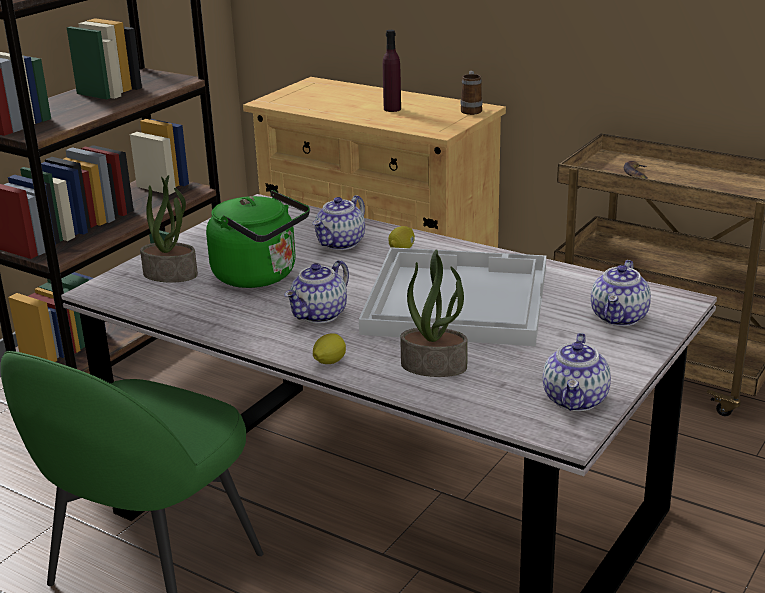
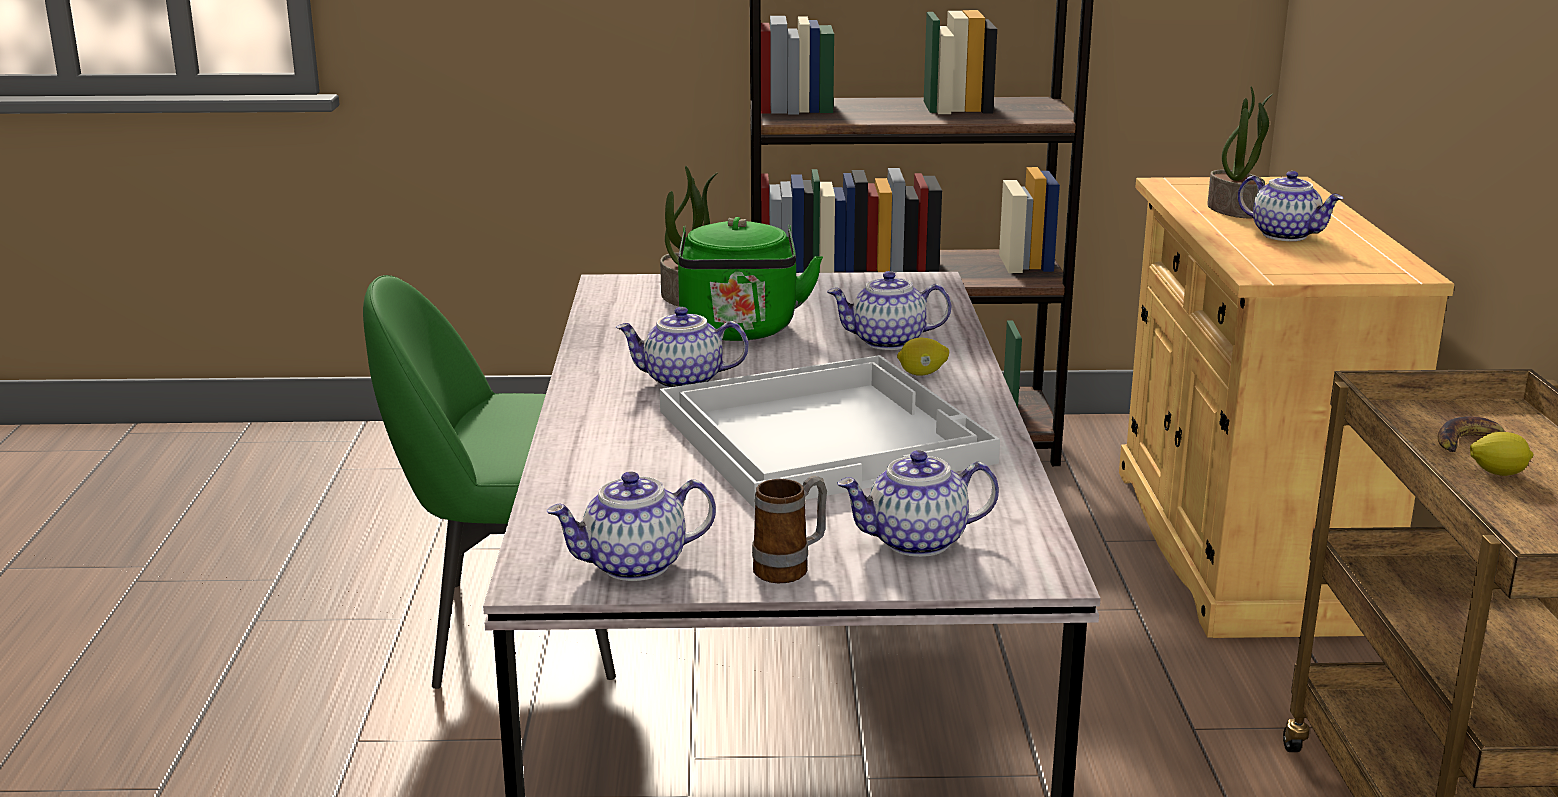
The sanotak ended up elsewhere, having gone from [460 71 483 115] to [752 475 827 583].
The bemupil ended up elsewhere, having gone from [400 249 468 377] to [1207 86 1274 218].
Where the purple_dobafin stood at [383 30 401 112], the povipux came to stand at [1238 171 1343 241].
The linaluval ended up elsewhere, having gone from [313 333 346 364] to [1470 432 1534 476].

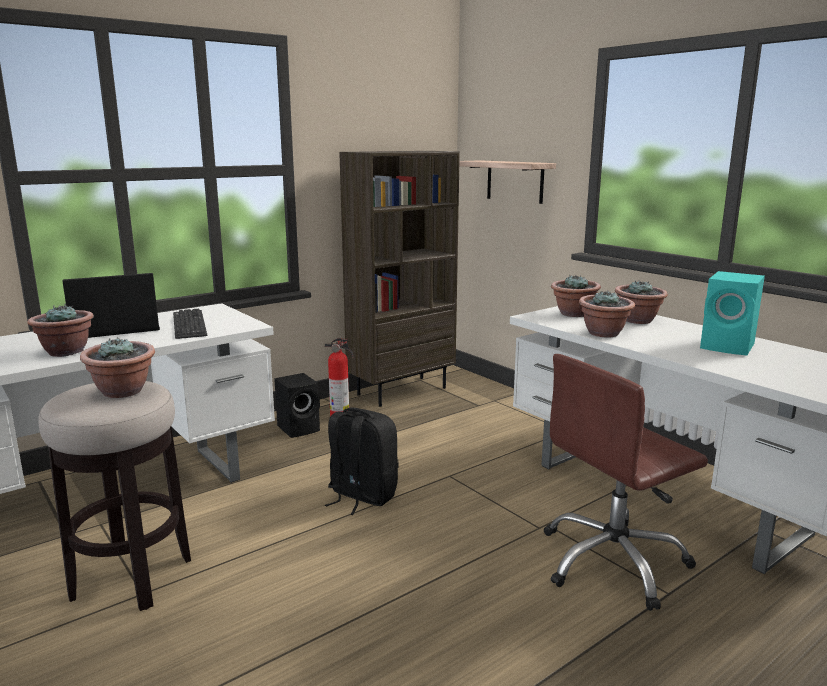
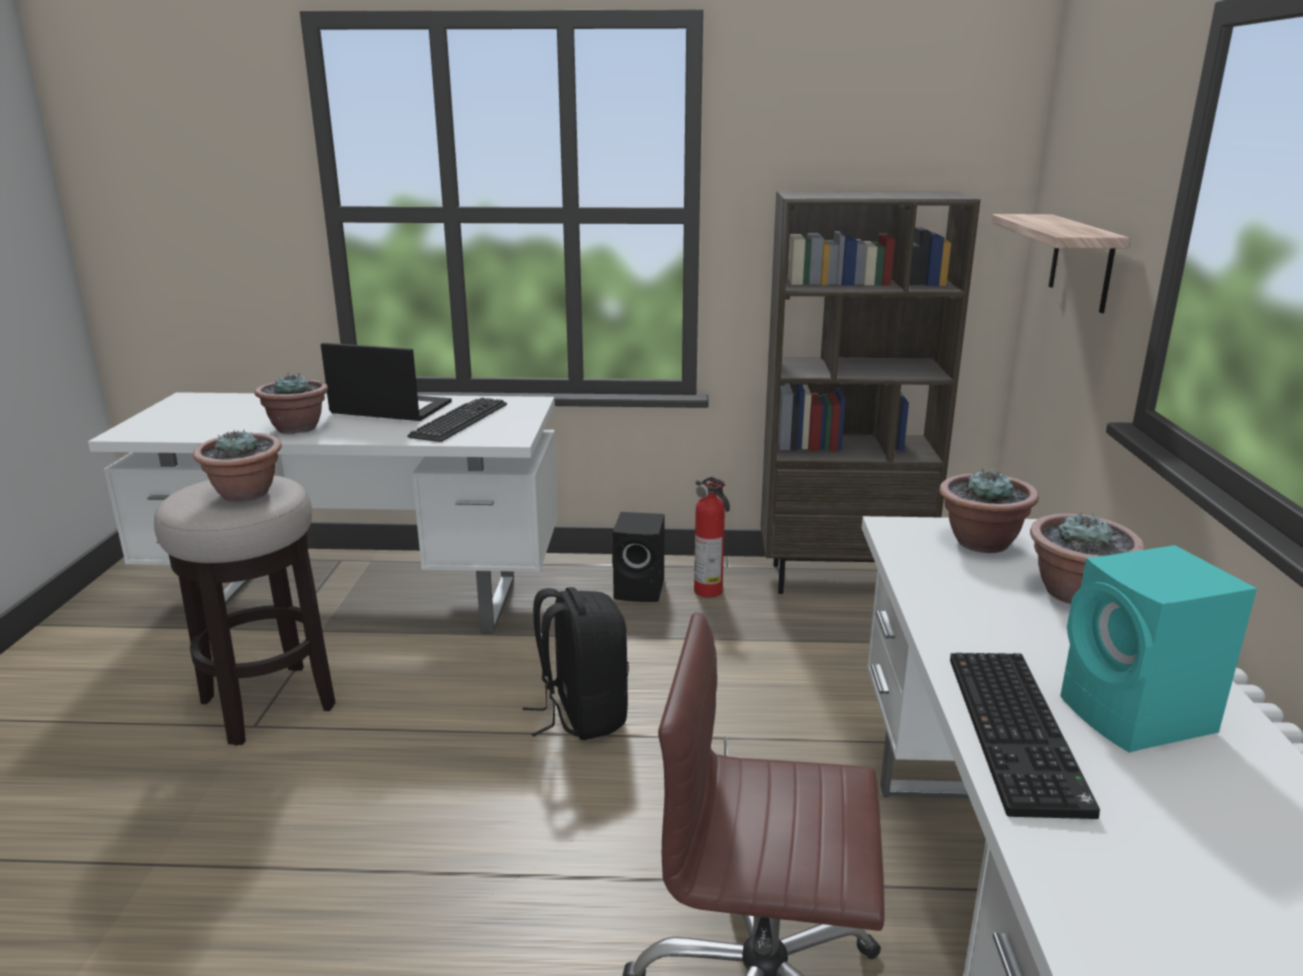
The second view gained the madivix at [950 653 1100 819].
The second view lost the bemupil at [579 290 635 337].

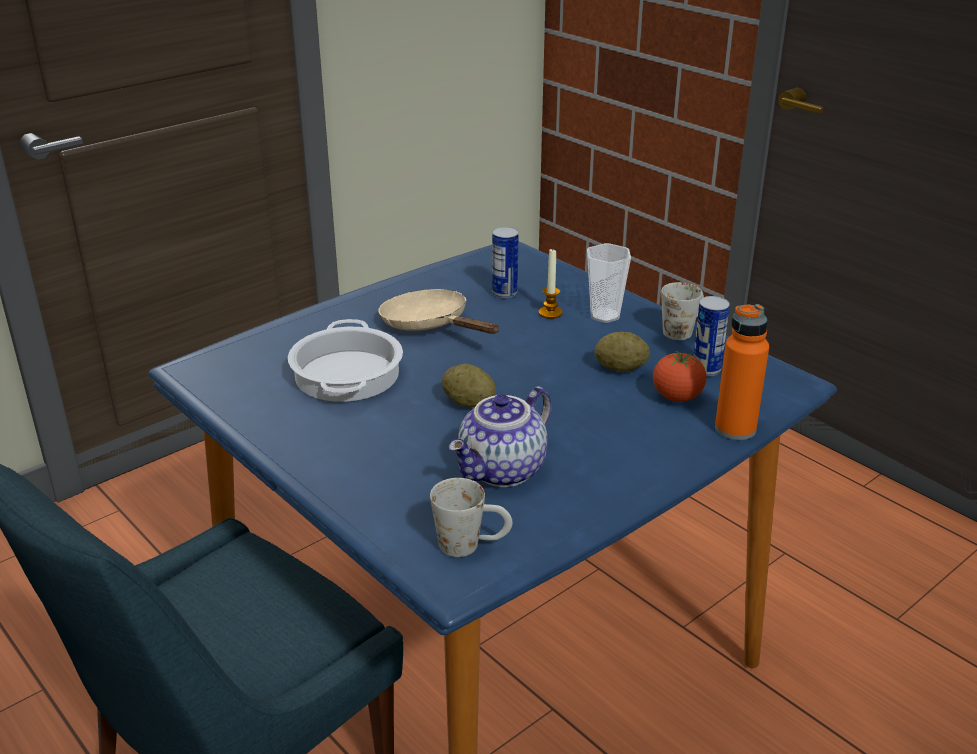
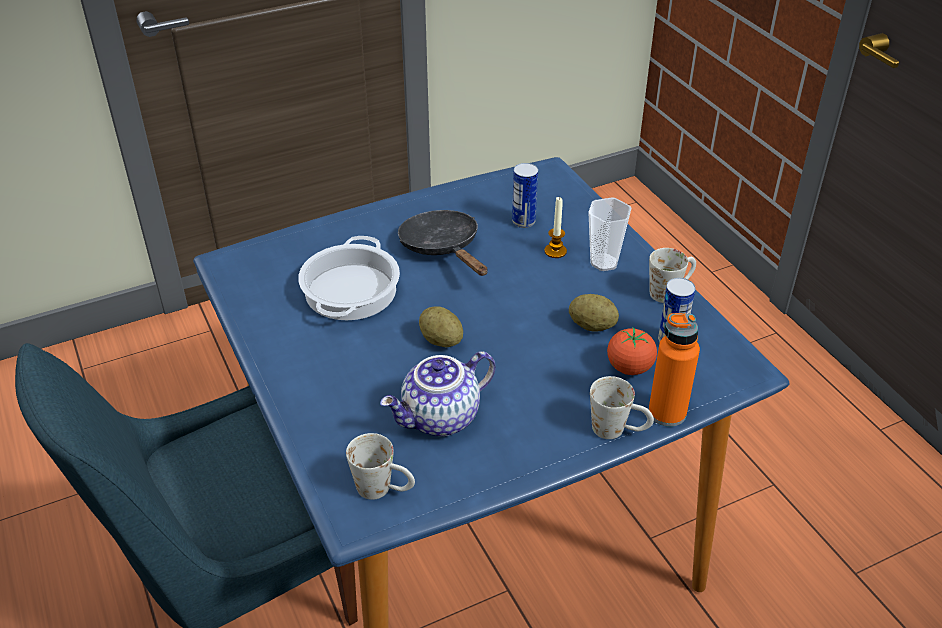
What was the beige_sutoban at [378 289 499 334] turned into the black_sutoban at [398 210 488 276].
The second view gained the white_sanotak at [590 376 654 439].

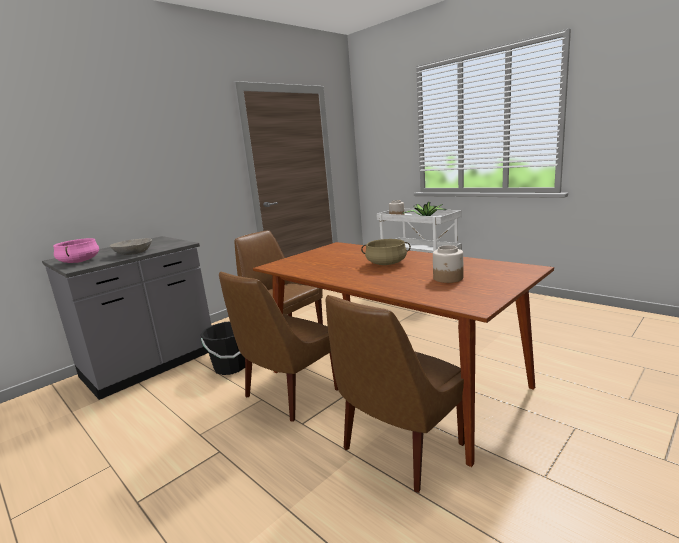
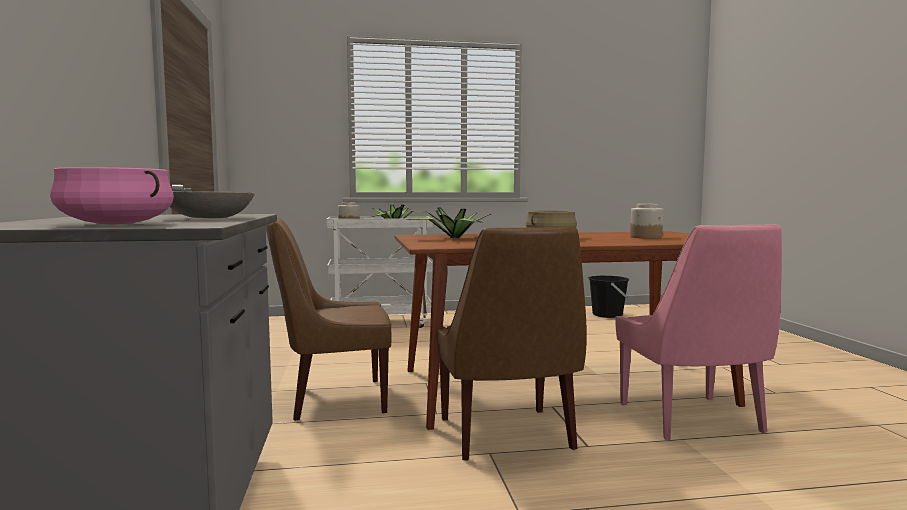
The second view gained the bemupil at [406 207 491 238].
The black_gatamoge ended up elsewhere, having gone from [200 321 245 375] to [588 276 630 318].
What was the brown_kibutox at [326 295 465 493] turned into the pink_kibutox at [615 224 782 440].

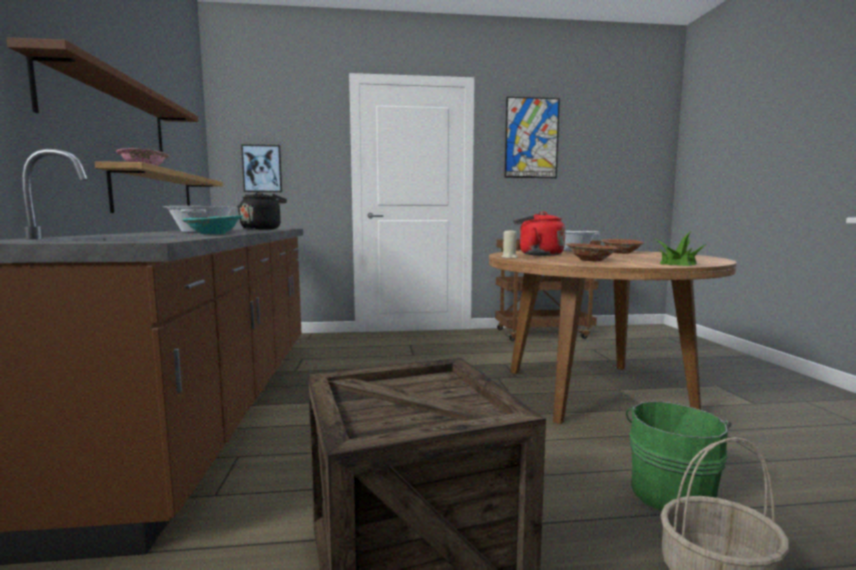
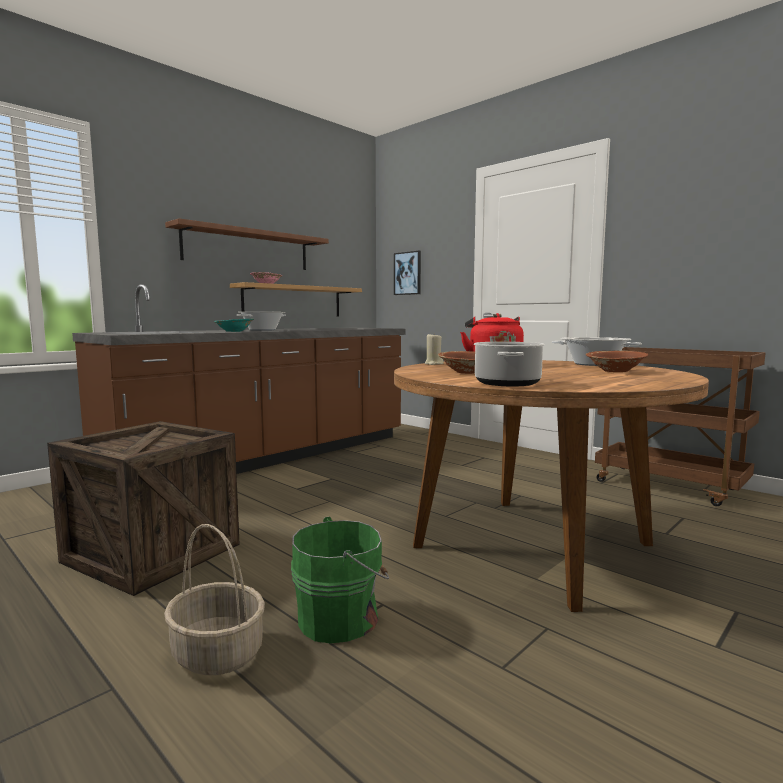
Where the bemupil stood at [653 230 707 266], the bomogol came to stand at [474 342 545 386].
The second view lost the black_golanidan at [237 192 287 230].
The second view lost the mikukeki at [505 97 560 178].

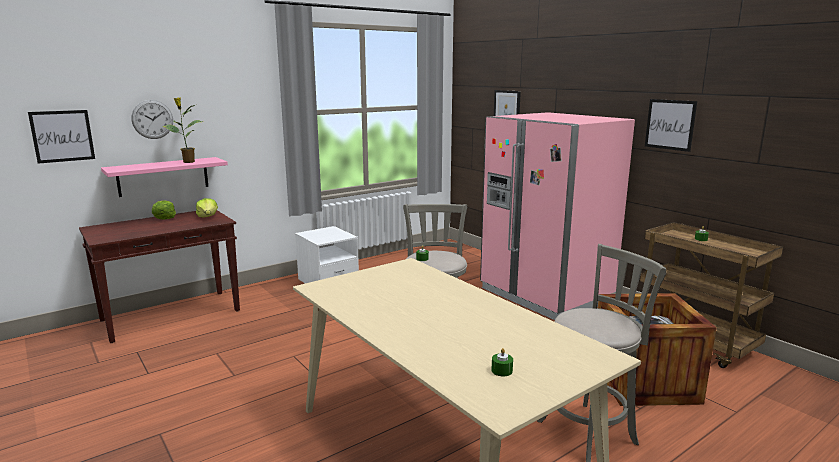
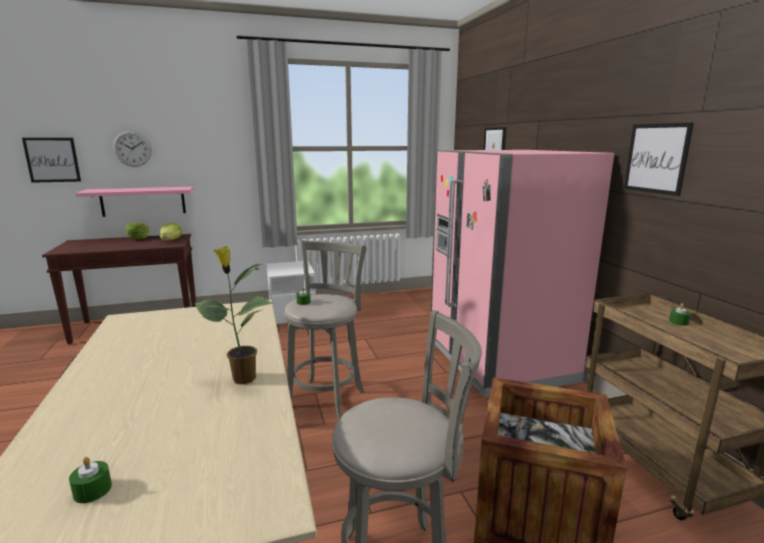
The bemupil ended up elsewhere, having gone from [162 97 203 163] to [195 246 272 384].

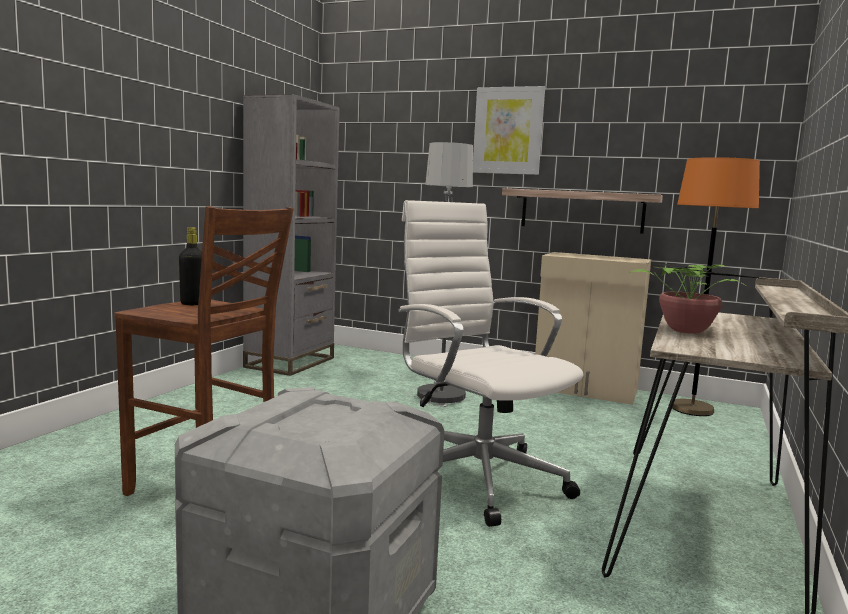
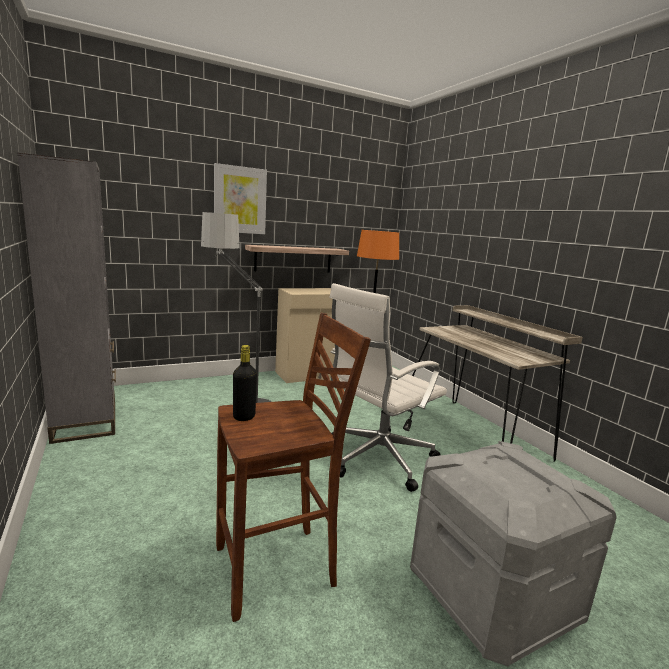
The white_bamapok at [398 200 583 527] ended up facing another way, 45 degrees counterclockwise from before.
The second view lost the bemupil at [629 263 765 334].

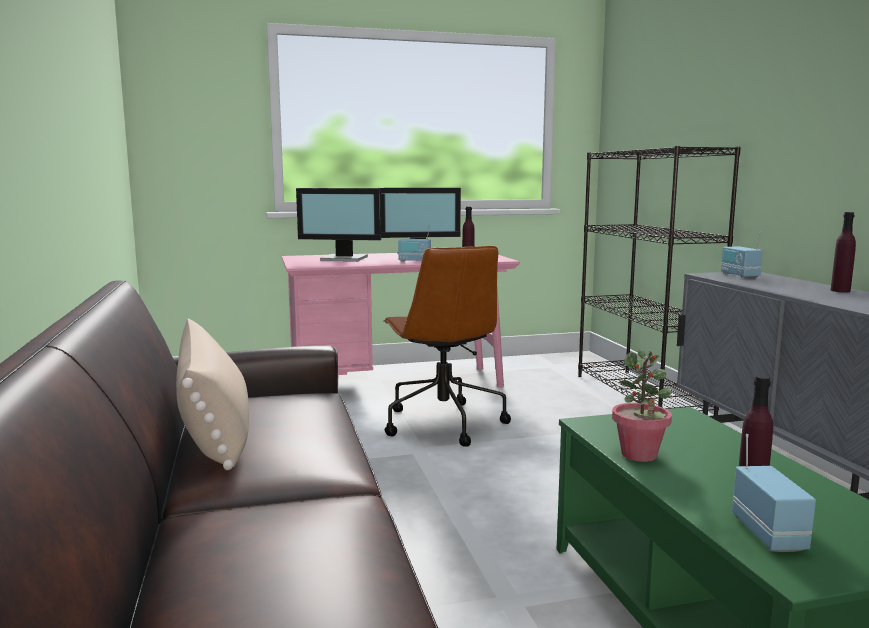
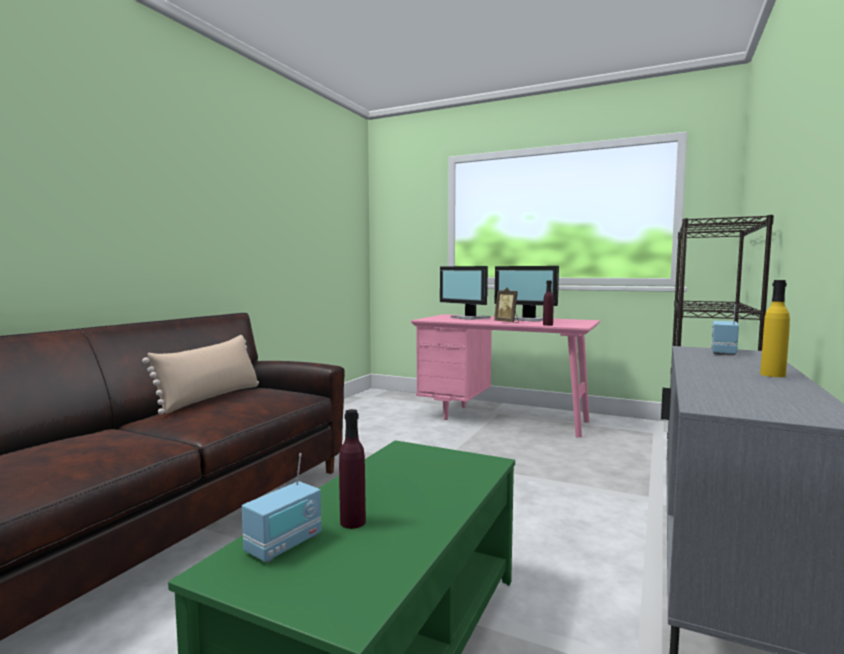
Where the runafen stood at [398 225 431 262], the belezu came to stand at [494 287 519 323].
What was the purple_dobafin at [830 212 856 292] turned into the yellow_dobafin at [760 280 790 377].
The second view lost the brown_bamapok at [383 246 511 447].
The second view lost the bemupil at [612 350 672 462].

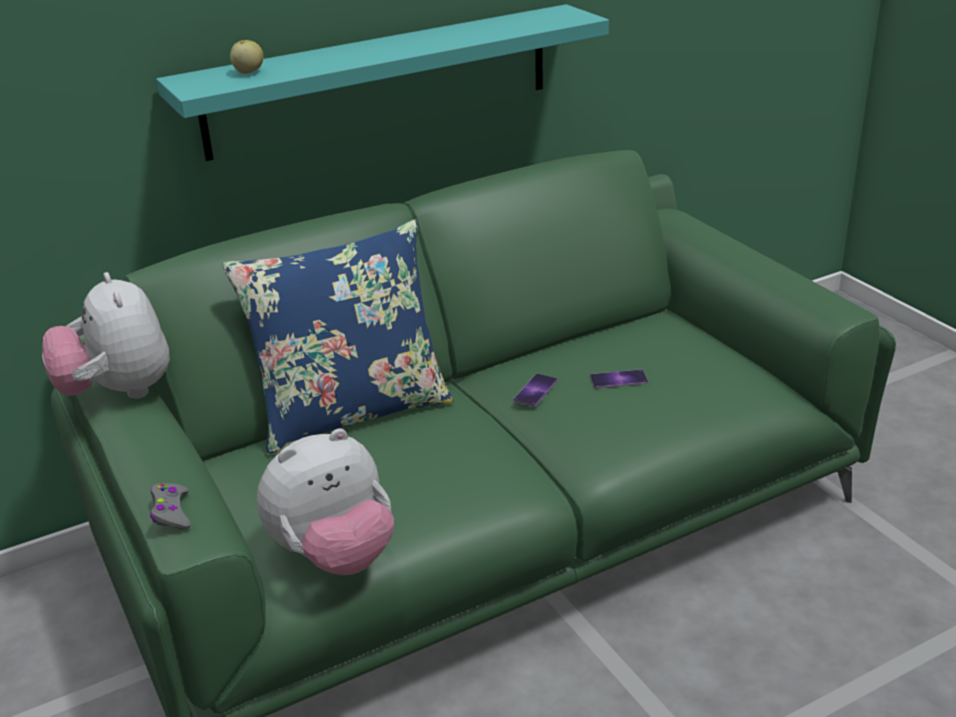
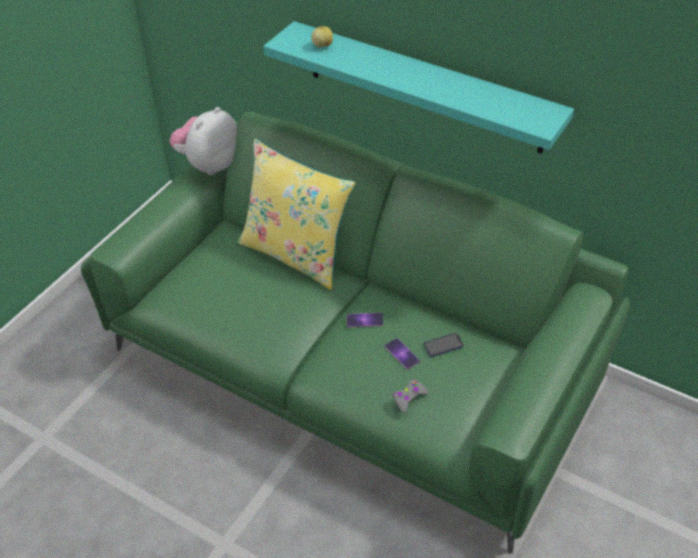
What was the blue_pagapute at [222 220 453 455] turned into the yellow_pagapute at [238 138 356 290].
The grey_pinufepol ended up elsewhere, having gone from [150 483 191 530] to [393 379 428 413].
The second view gained the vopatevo at [424 333 464 357].
The second view lost the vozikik at [257 429 394 575].

